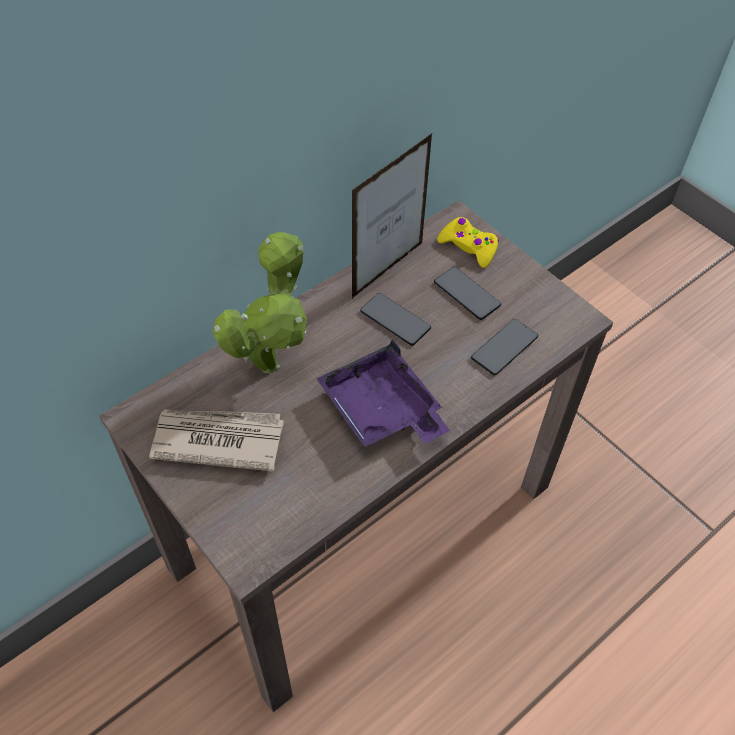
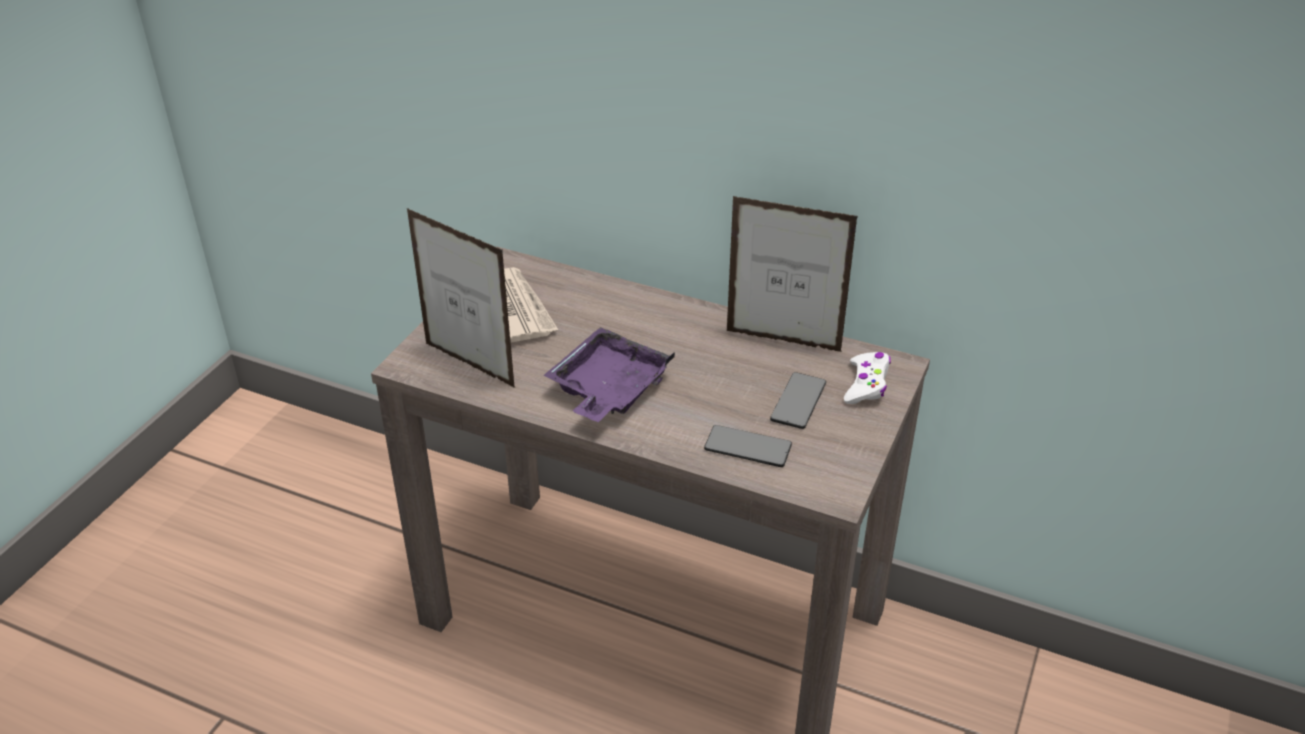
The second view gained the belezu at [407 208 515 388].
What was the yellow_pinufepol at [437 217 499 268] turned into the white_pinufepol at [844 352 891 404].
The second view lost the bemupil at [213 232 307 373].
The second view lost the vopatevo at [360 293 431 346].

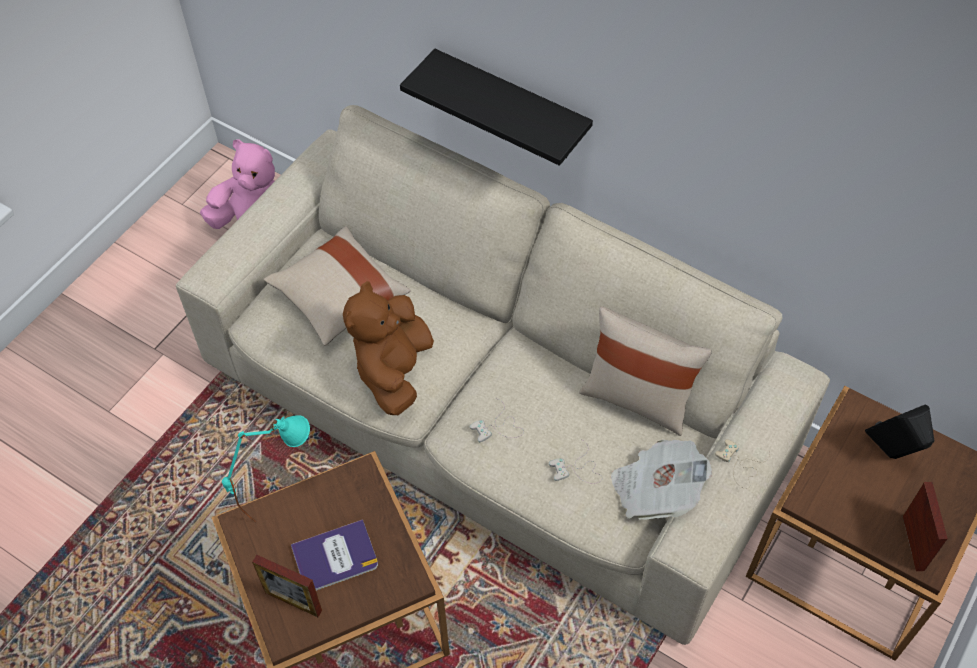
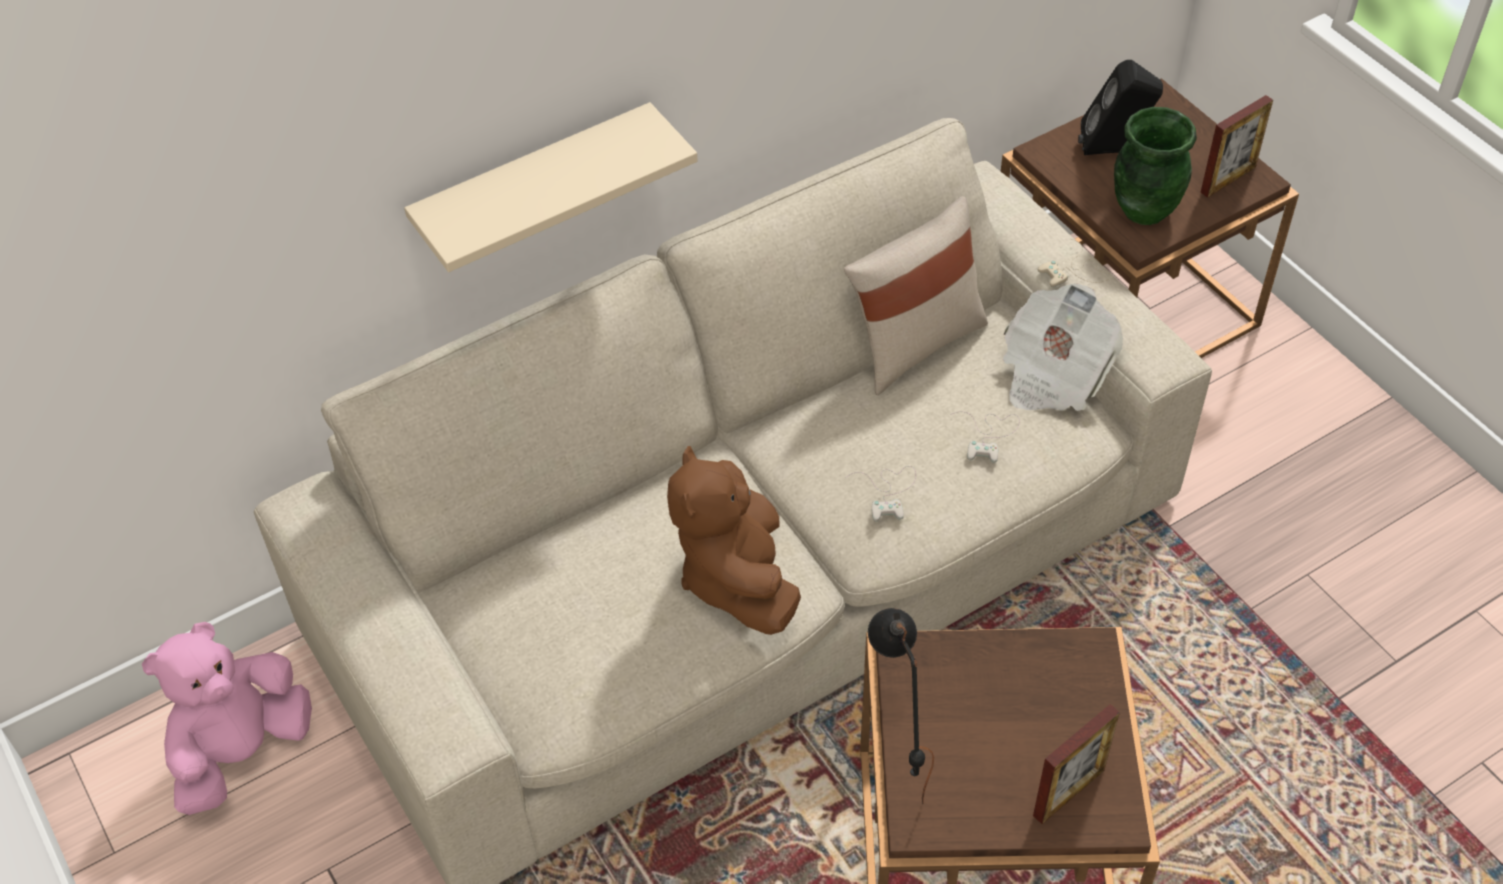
What was the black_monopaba at [400 49 593 166] turned into the beige_monopaba at [404 102 698 272].
The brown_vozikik at [343 281 434 415] ended up facing another way, 45 degrees clockwise from before.
What was the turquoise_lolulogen at [222 415 310 522] turned into the black_lolulogen at [868 608 934 804].
The second view gained the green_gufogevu at [1114 107 1197 225].
The belezu at [903 482 948 571] ended up facing another way, 120 degrees clockwise from before.
The second view lost the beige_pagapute at [264 226 411 346].
The second view lost the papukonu at [291 520 378 591].

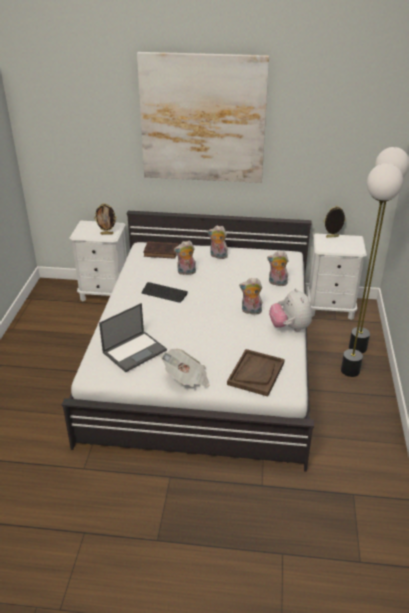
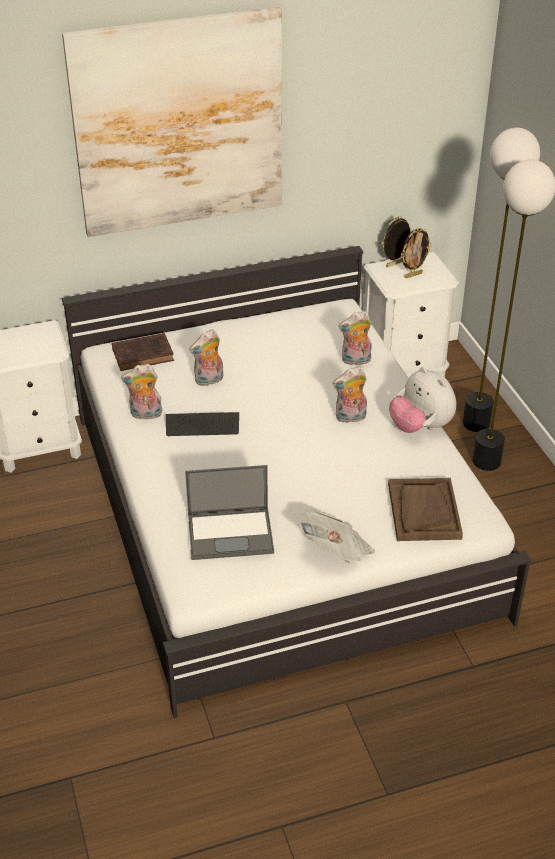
The vozikik ended up elsewhere, having gone from [208 225 228 259] to [121 364 163 419].
The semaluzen at [99 303 167 372] ended up facing another way, 60 degrees clockwise from before.
The belezu ended up elsewhere, having gone from [94 204 117 235] to [401 228 432 278].

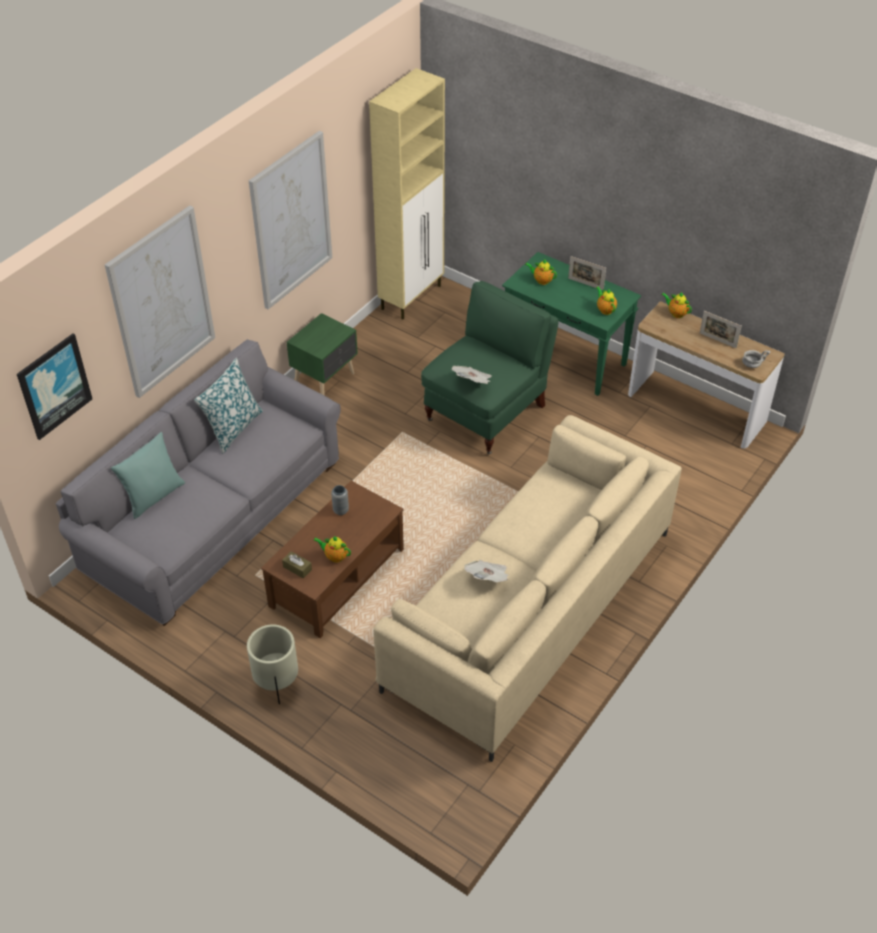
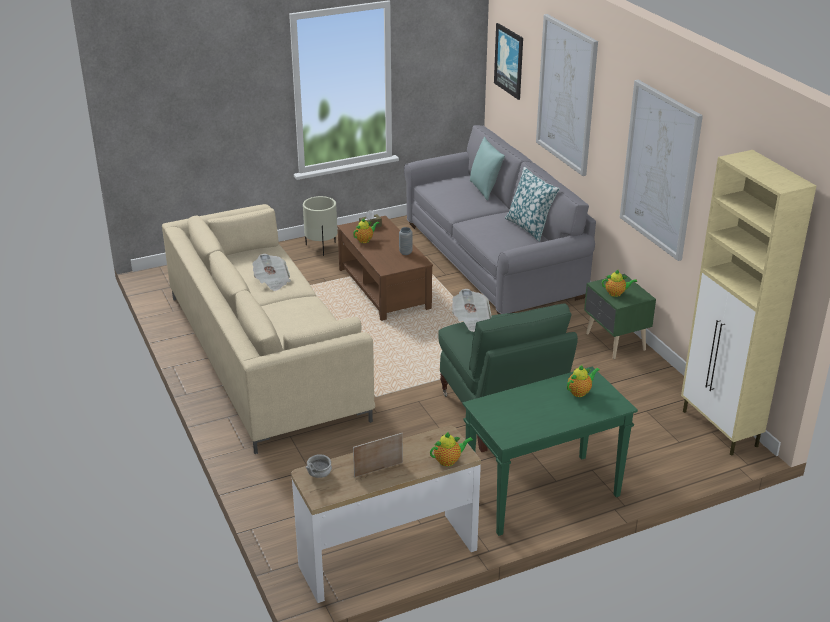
The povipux ended up elsewhere, having gone from [596 286 617 315] to [602 270 637 297].
The second view lost the belezu at [568 256 606 290].

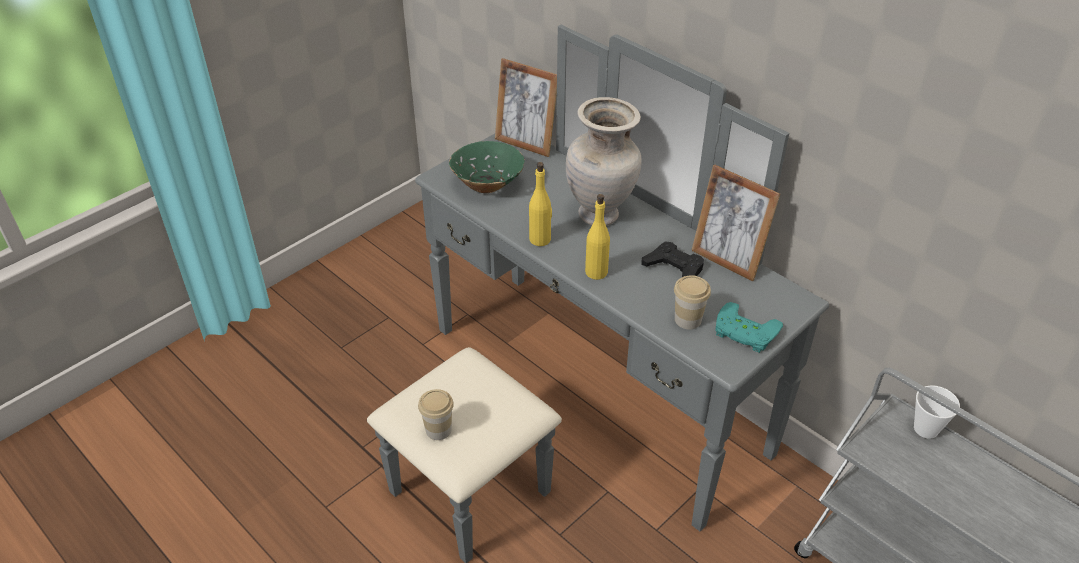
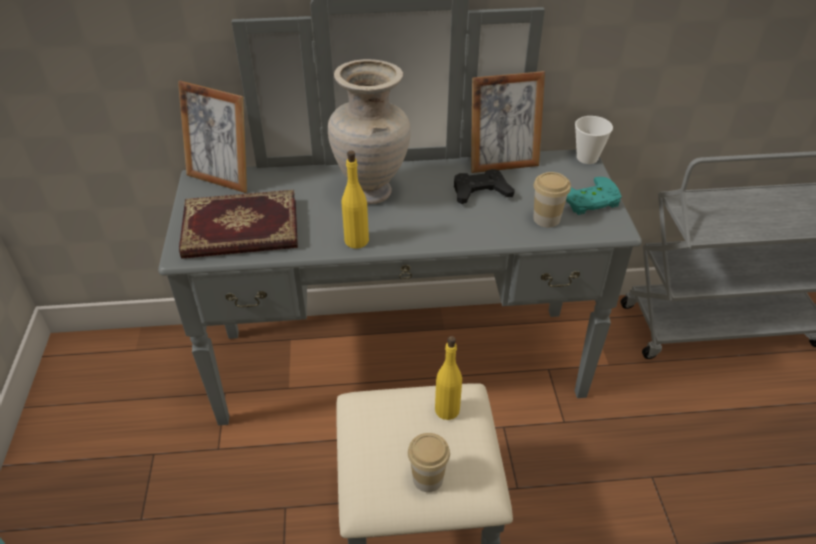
The belezu at [495 58 557 157] ended up facing another way, 45 degrees clockwise from before.
Where the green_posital stood at [449 141 525 193], the papukonu came to stand at [179 190 298 259].
The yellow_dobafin ended up elsewhere, having gone from [585 194 610 280] to [435 336 462 420].
The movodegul ended up elsewhere, having gone from [914 385 960 439] to [575 116 613 164].

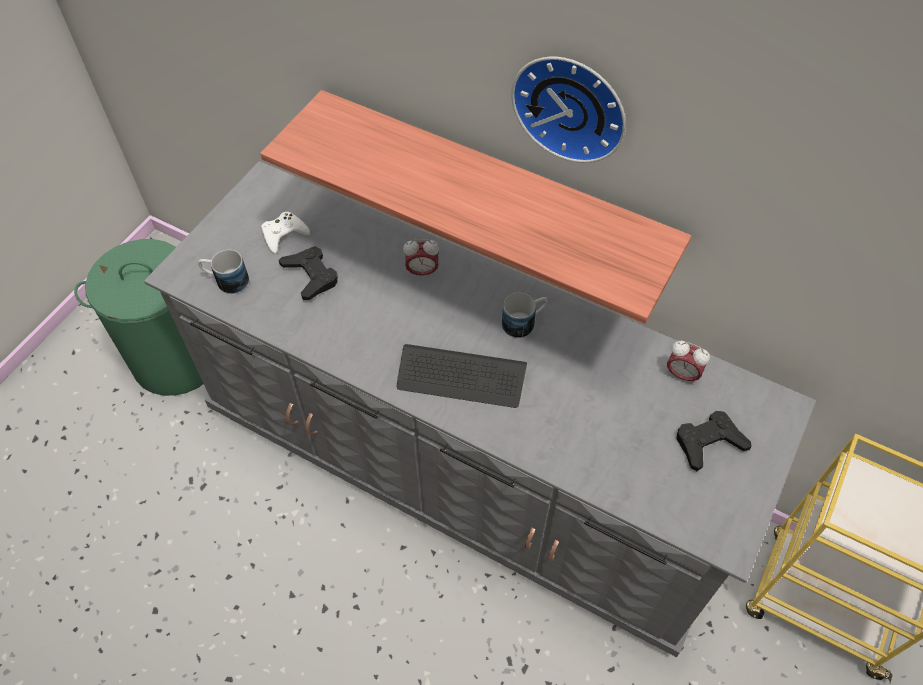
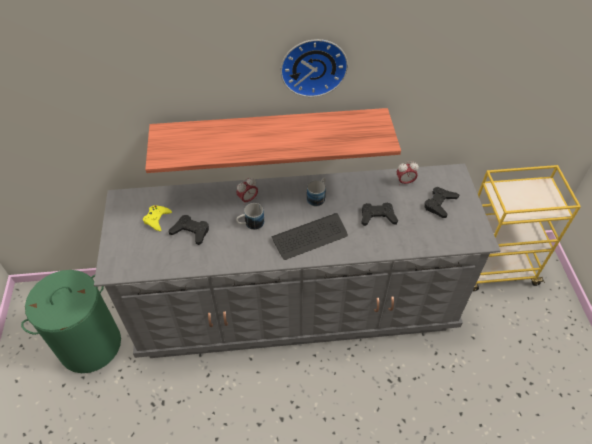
What was the white_pinufepol at [261 212 310 254] turned into the yellow_pinufepol at [143 205 172 231].
The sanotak ended up elsewhere, having gone from [198 249 249 294] to [236 203 264 230].
The second view gained the black_pinufepol at [361 203 398 226].

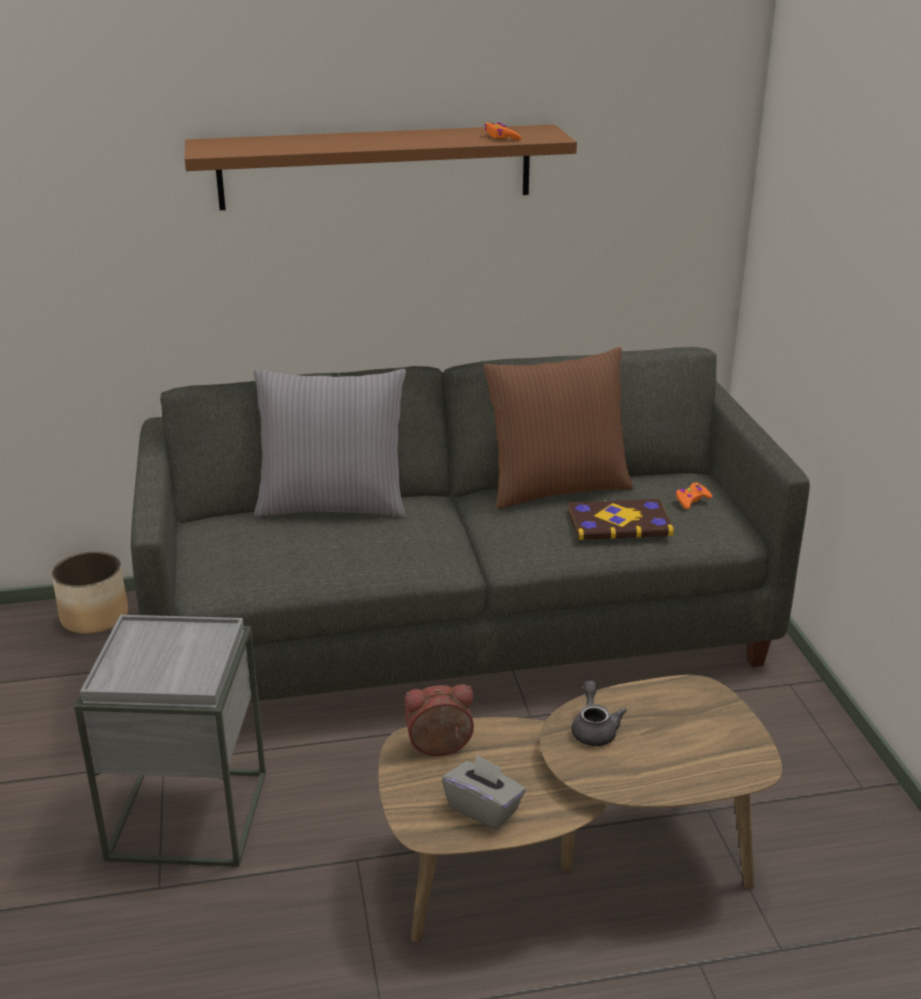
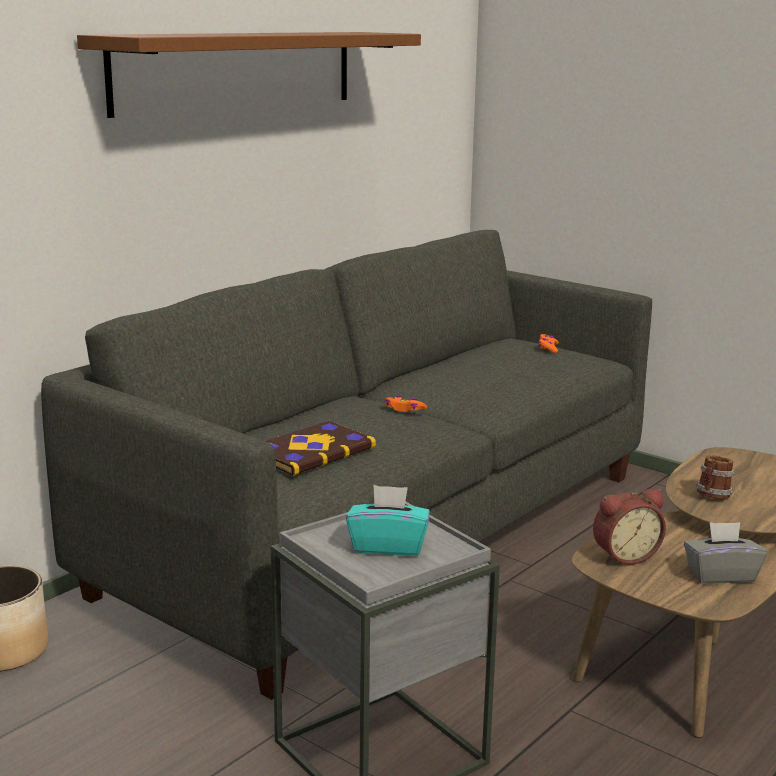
The papukonu ended up elsewhere, having gone from [568 499 674 540] to [264 421 376 476].
The second view gained the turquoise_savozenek at [346 485 430 556].
The orange_pinufepol ended up elsewhere, having gone from [484 122 521 140] to [385 395 427 412].
The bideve at [404 684 474 756] ended up facing another way, 150 degrees counterclockwise from before.
Where the grey_povipux stood at [571 681 627 746], the sanotak came to stand at [695 455 734 499].
The second view lost the grey_pagapute at [254 369 406 518].
The second view lost the brown_pagapute at [484 347 634 509].

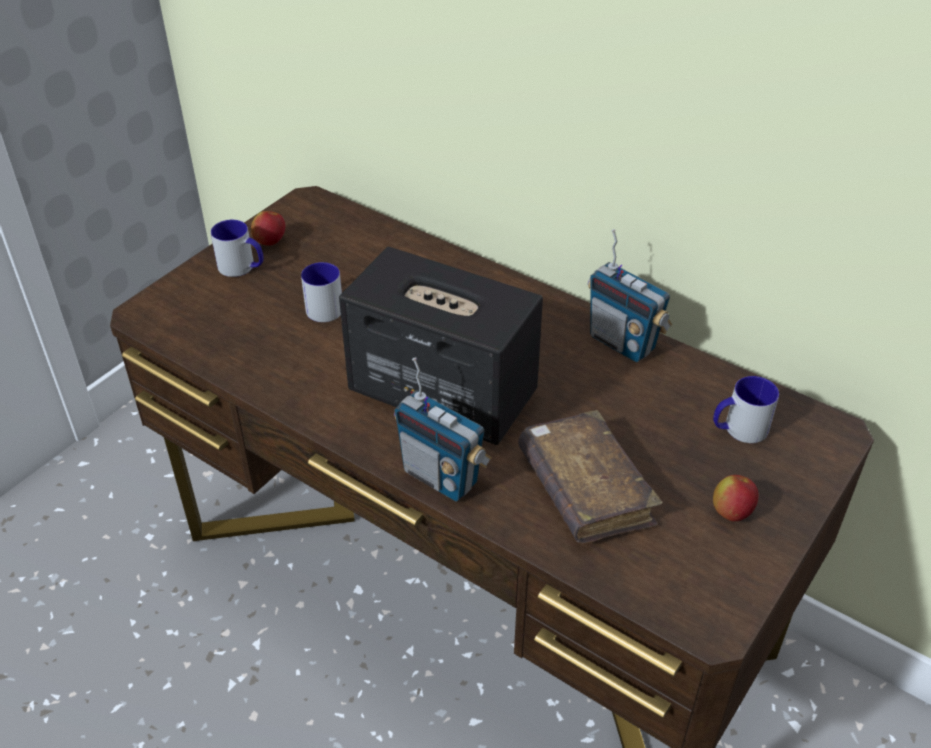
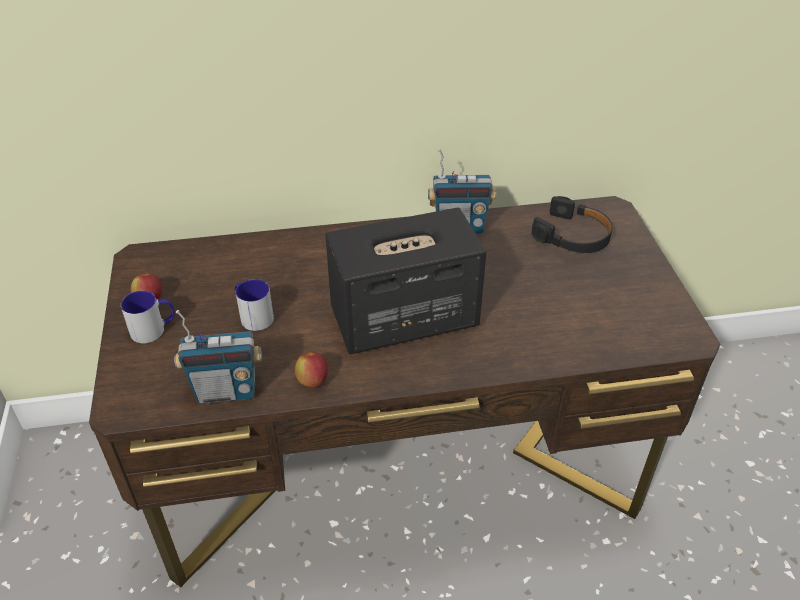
The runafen ended up elsewhere, having gone from [394 357 492 502] to [174 310 262 404].
The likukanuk ended up elsewhere, having gone from [713 475 759 521] to [295 352 328 387].
Where the sanotak stood at [713 376 779 443], the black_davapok came to stand at [532 196 613 253].
The second view lost the brown_papukonu at [518 410 662 544].

